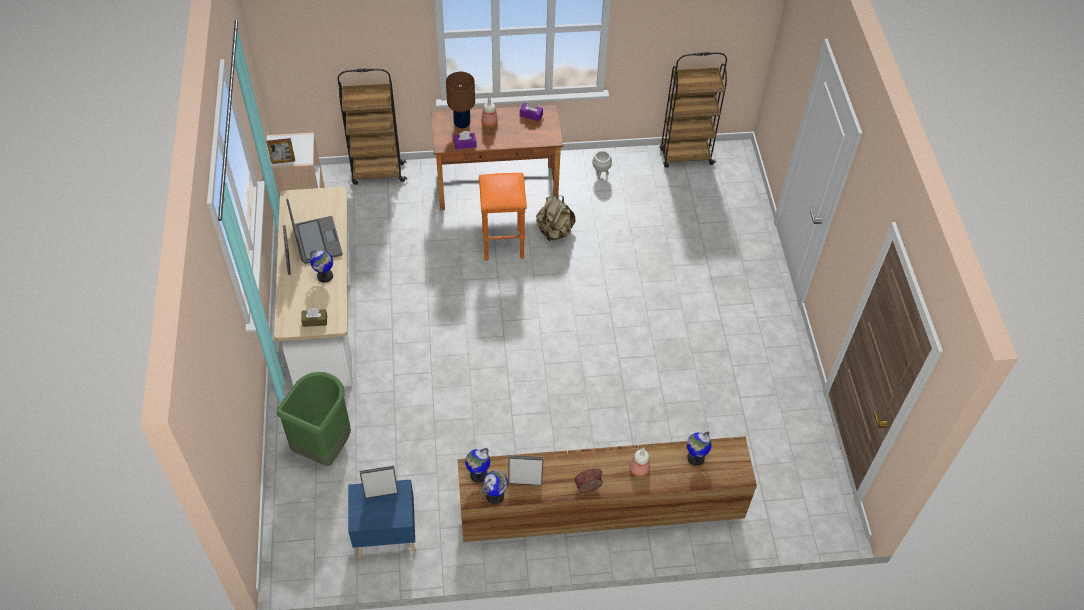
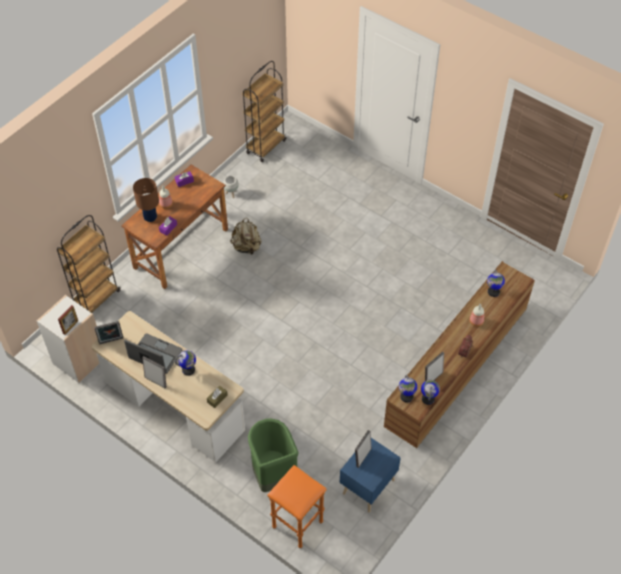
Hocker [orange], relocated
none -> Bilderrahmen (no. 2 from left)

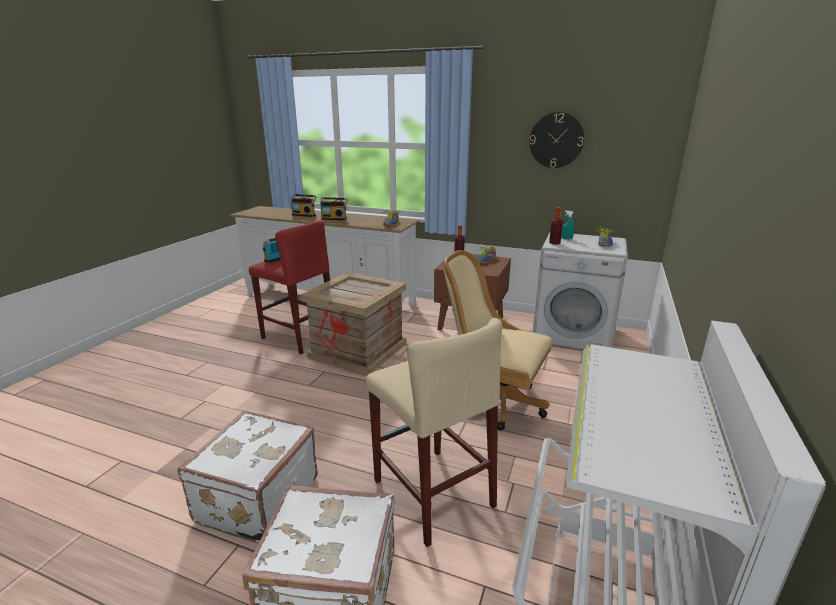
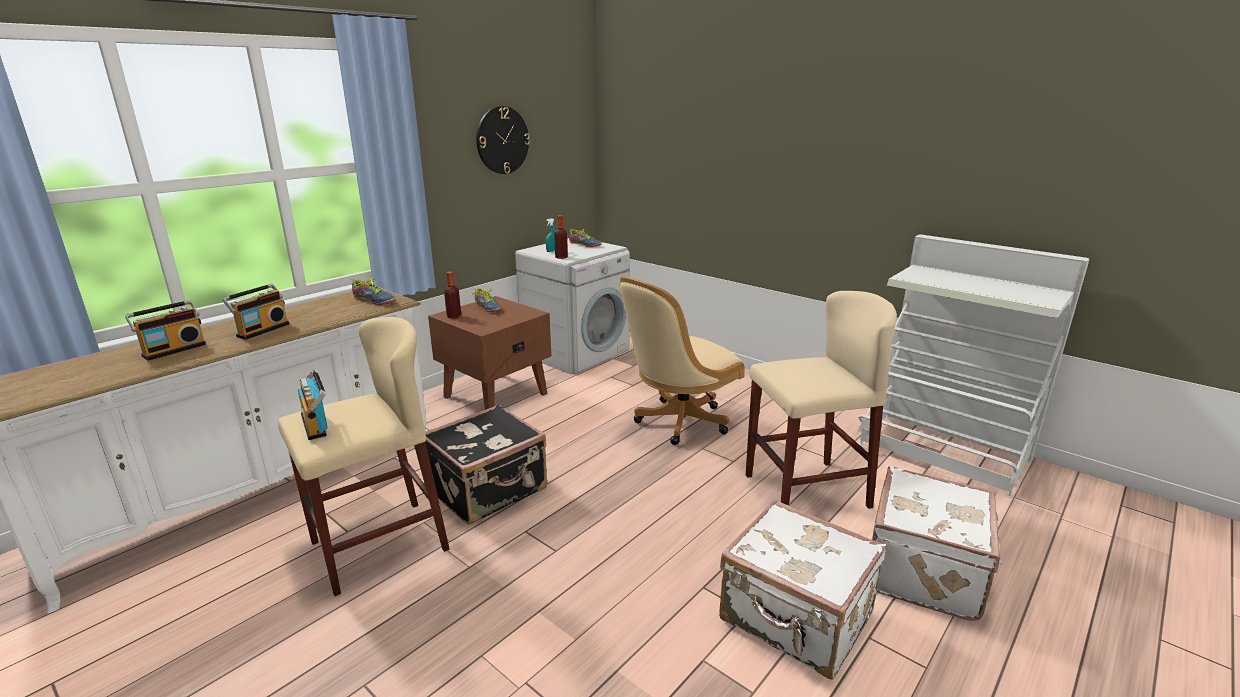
Hocker [rot] -> Hocker [beige] (no. 1 from left)
Kiste -> Koffer [schwarz]

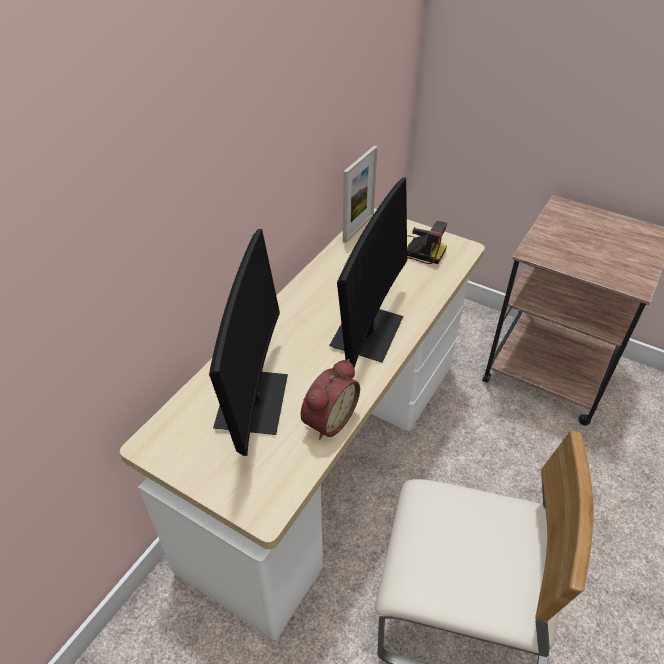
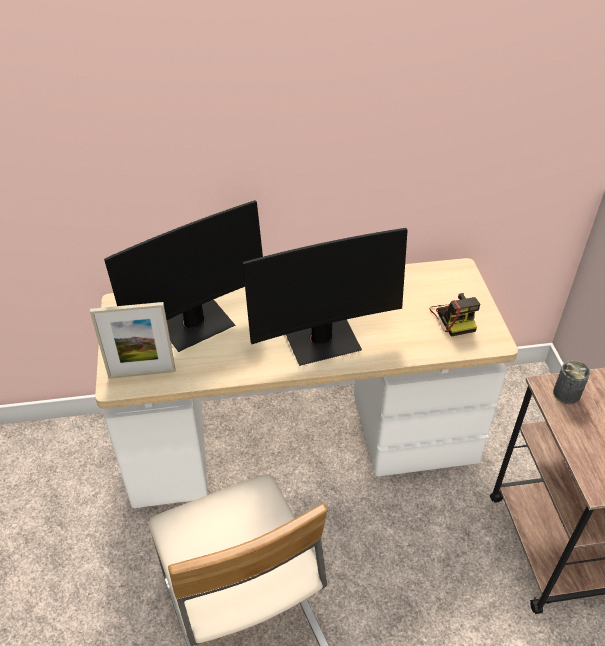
Wecker -> none
Bilderrahmen, relocated
none -> Dose

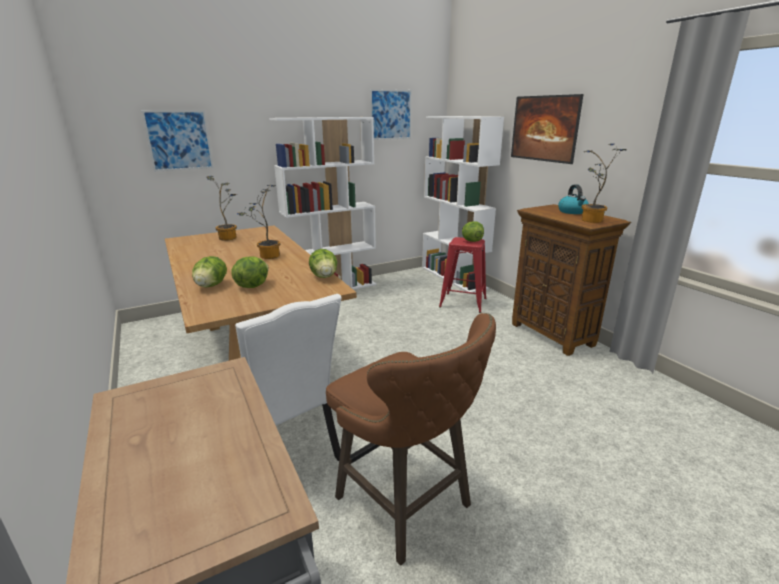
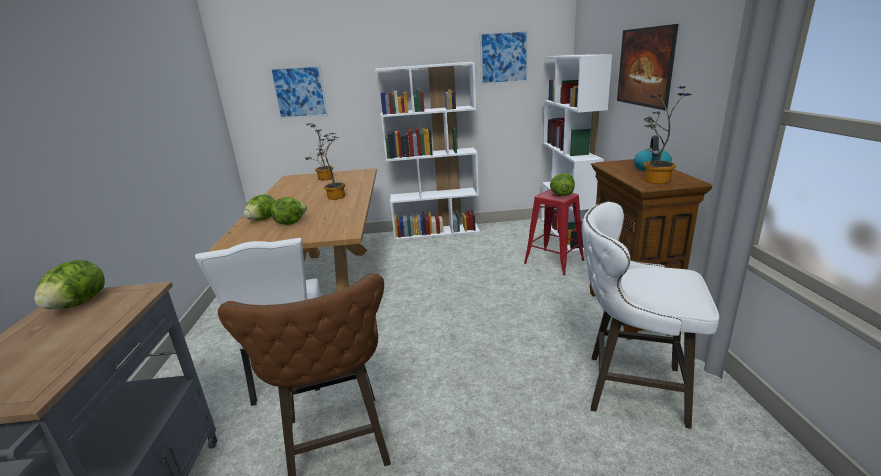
Salatkopf (no. 3 from left in the first image) -> Salatkopf (no. 1 from left), relocated
none -> Hocker [weiß]

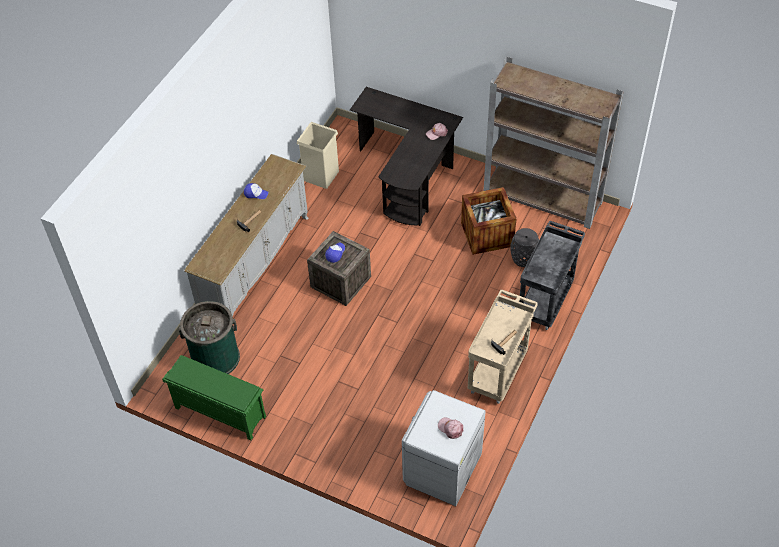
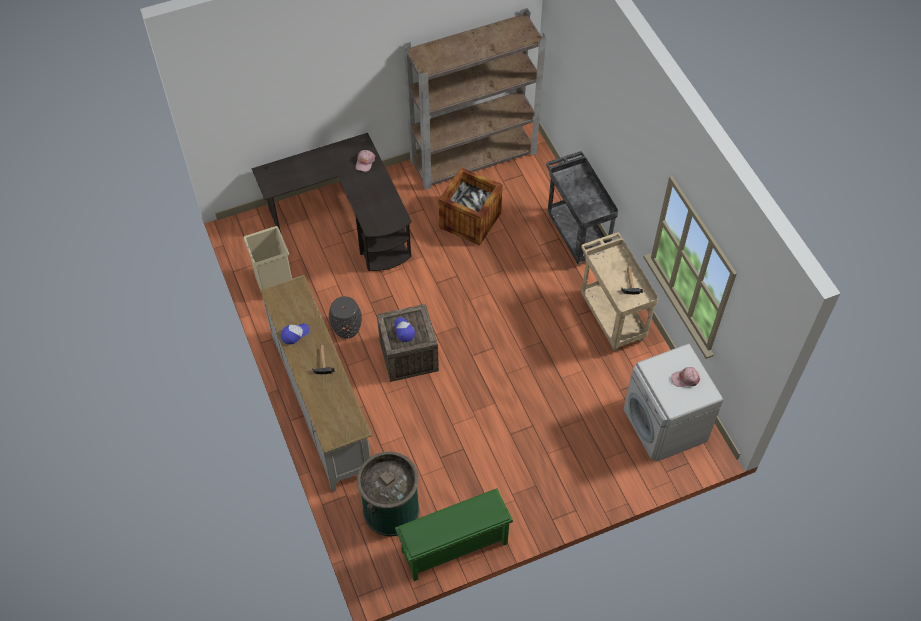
Hocker [grau], relocated

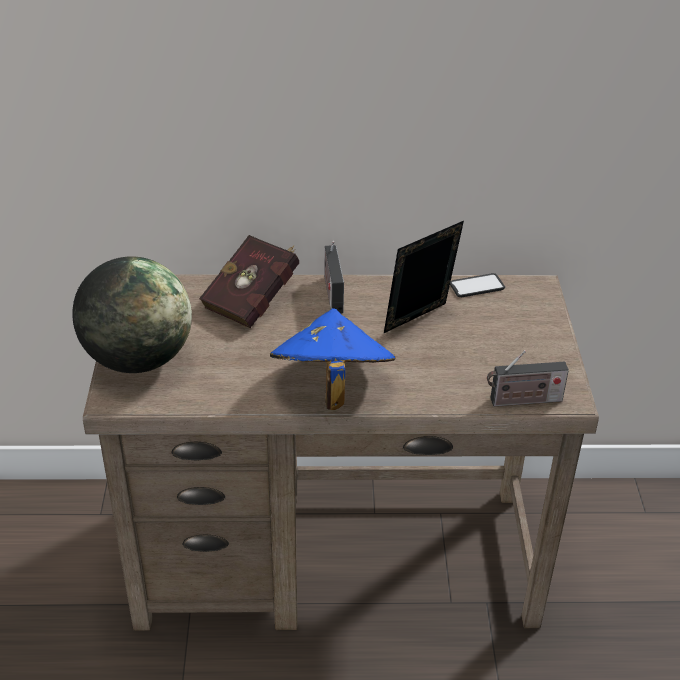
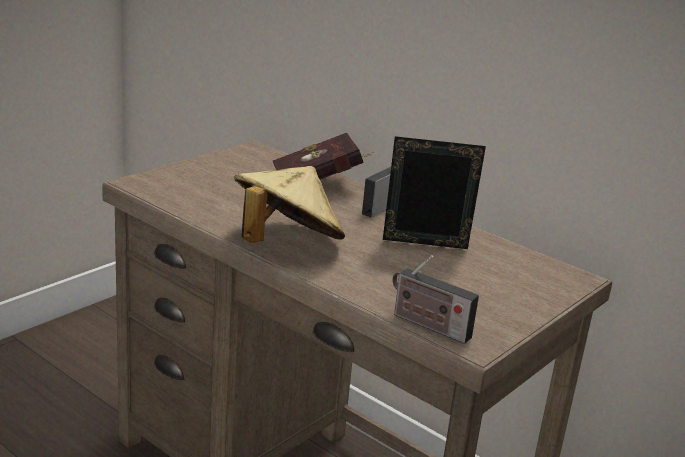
Globus -> none
Hut [blau] -> Hut [beige]
Handy -> none

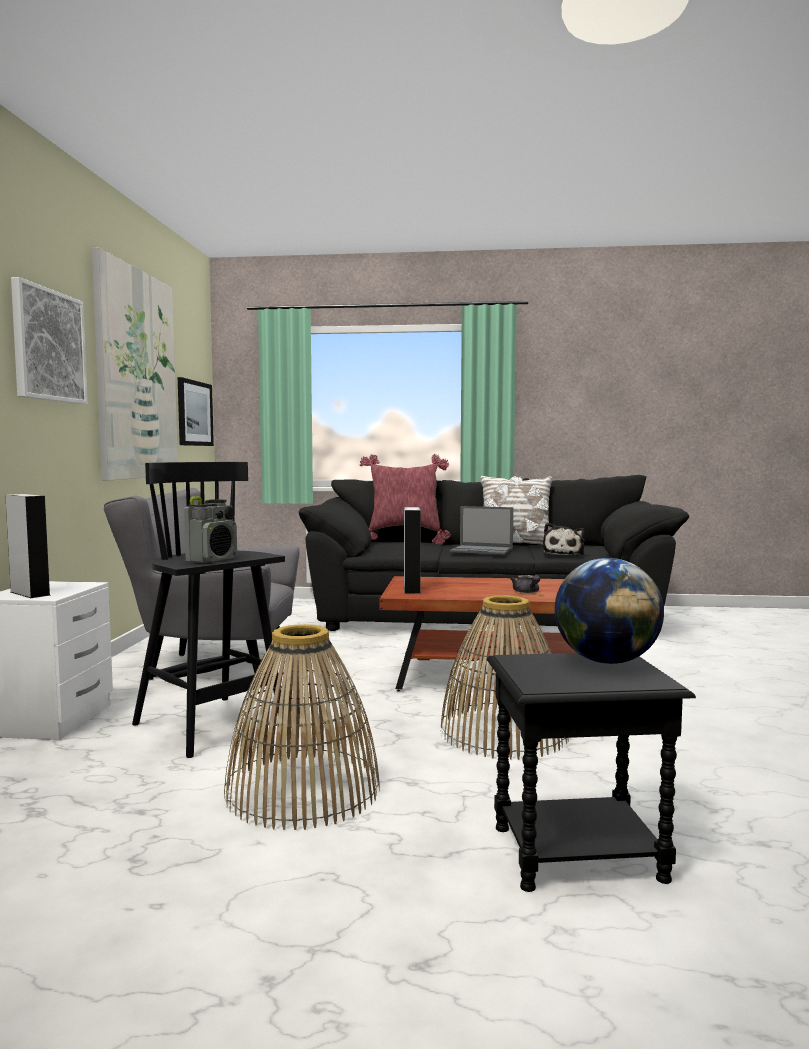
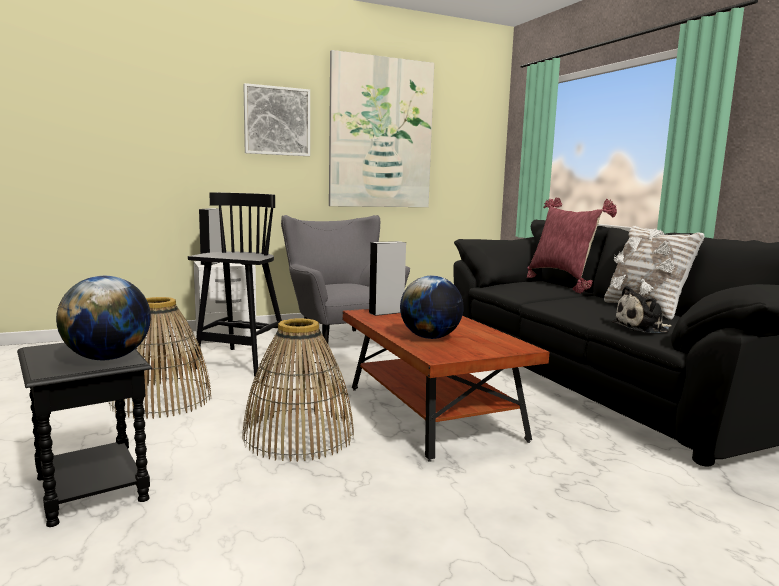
Bild (no. 3 from left) -> none
Radio -> none
Laptop -> none
Teekanne [grau] -> Globus (no. 2 from left)

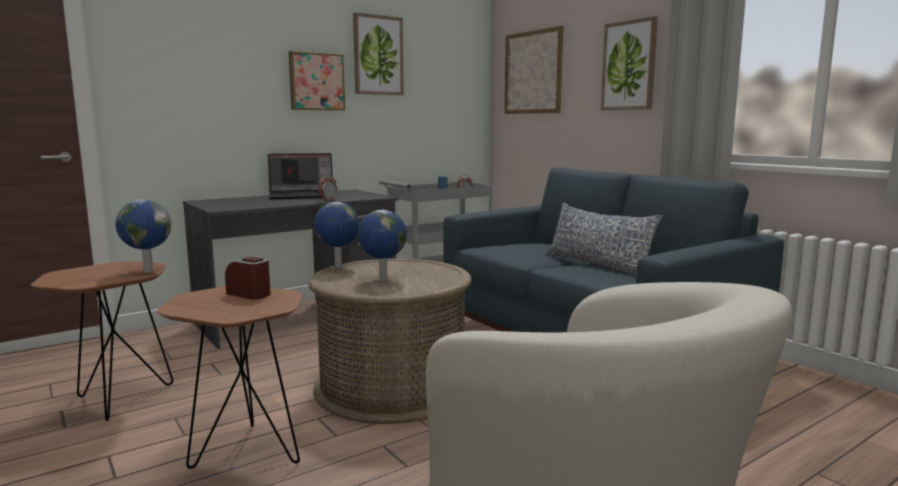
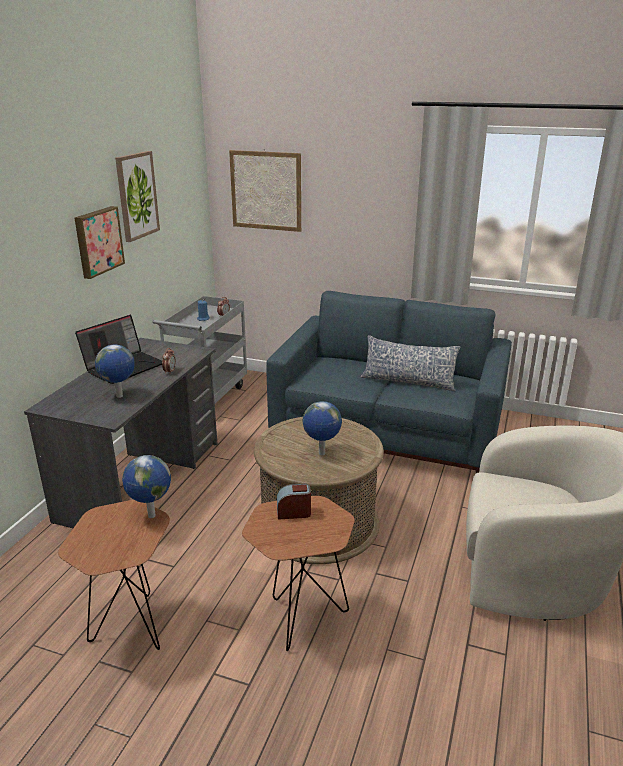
Globus (no. 2 from left in the first image) -> Globus (no. 1 from left), relocated
Bild (no. 4 from left) -> none

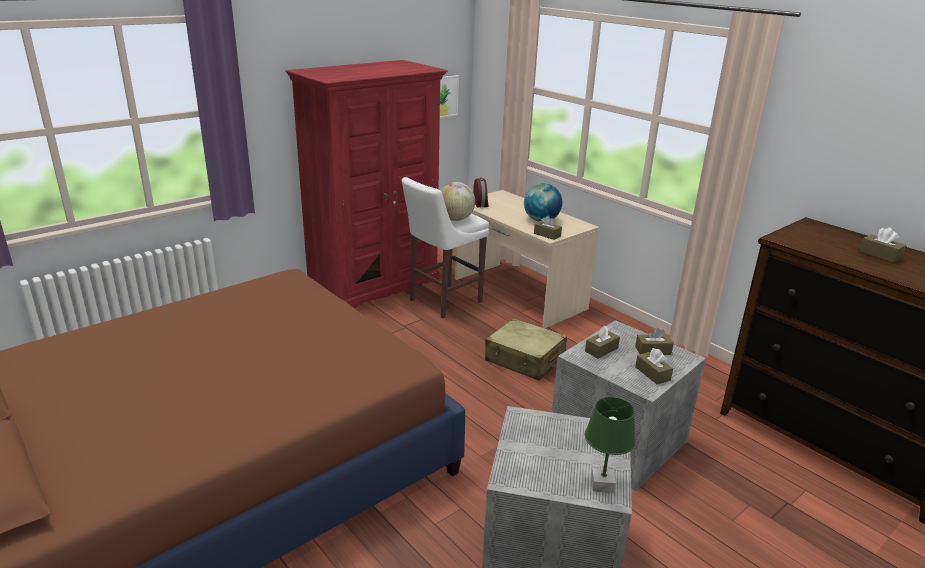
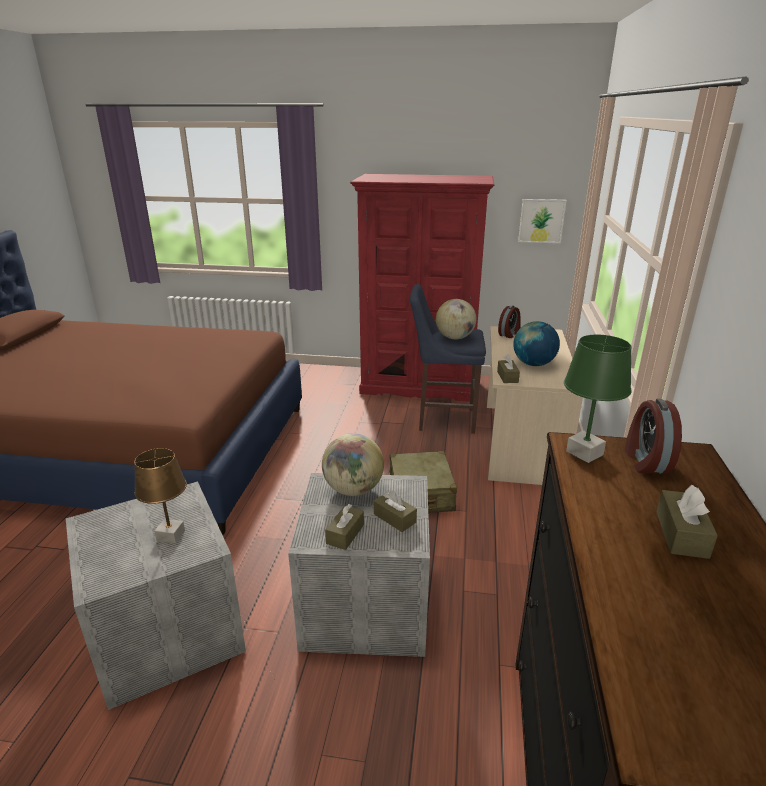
Hocker [weiß] -> Hocker [blau]
Taschentuchbox [braun] (no. 2 from left) -> Globus (no. 1 from left)
Tischlampe [grün], relocated
none -> Tischlampe [braun]
none -> Wecker (no. 2 from left)

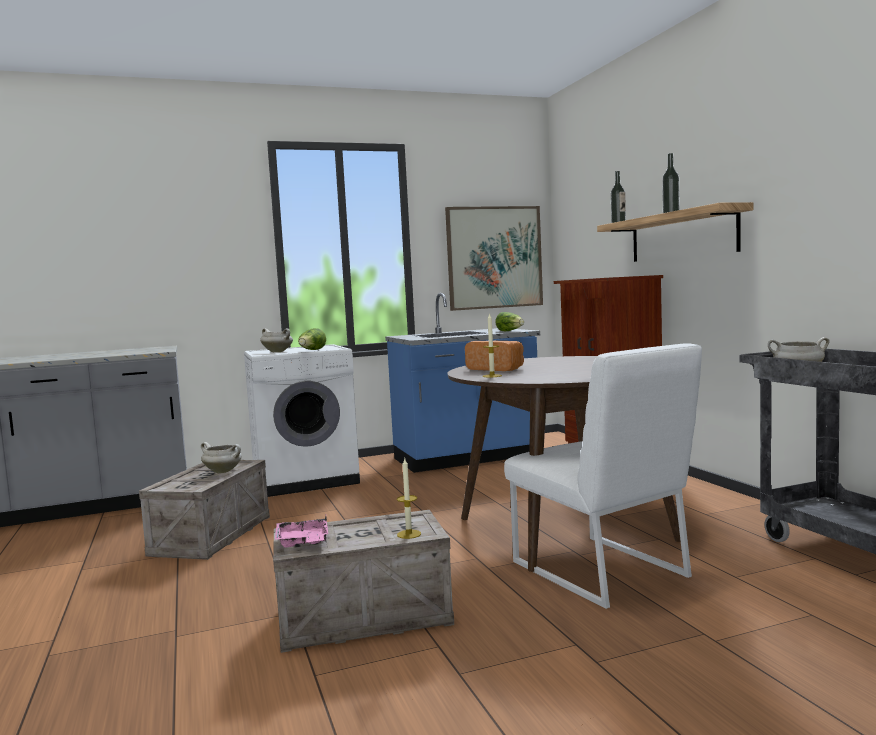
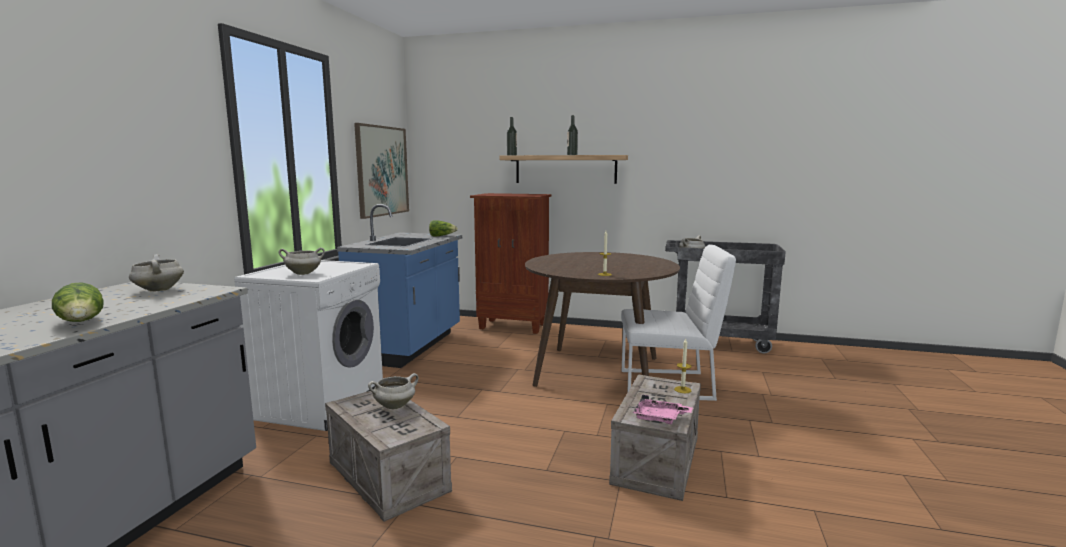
Salatkopf (no. 1 from left), relocated
Brot -> none
none -> Kochtopf [weiß] (no. 1 from left)

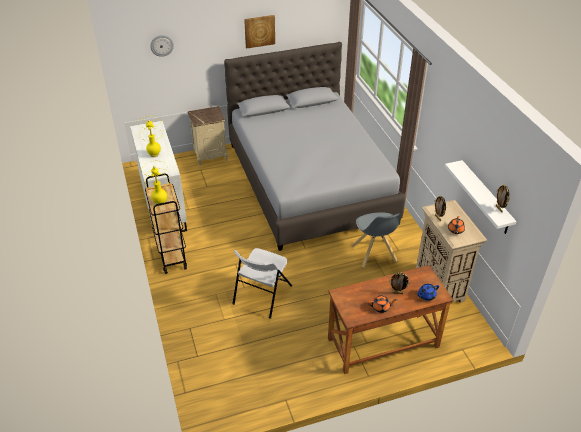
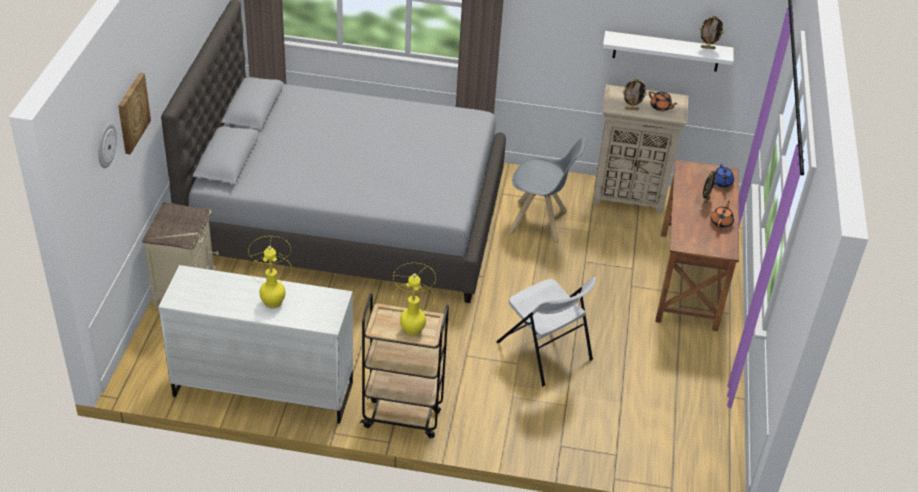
Bild, relocated

